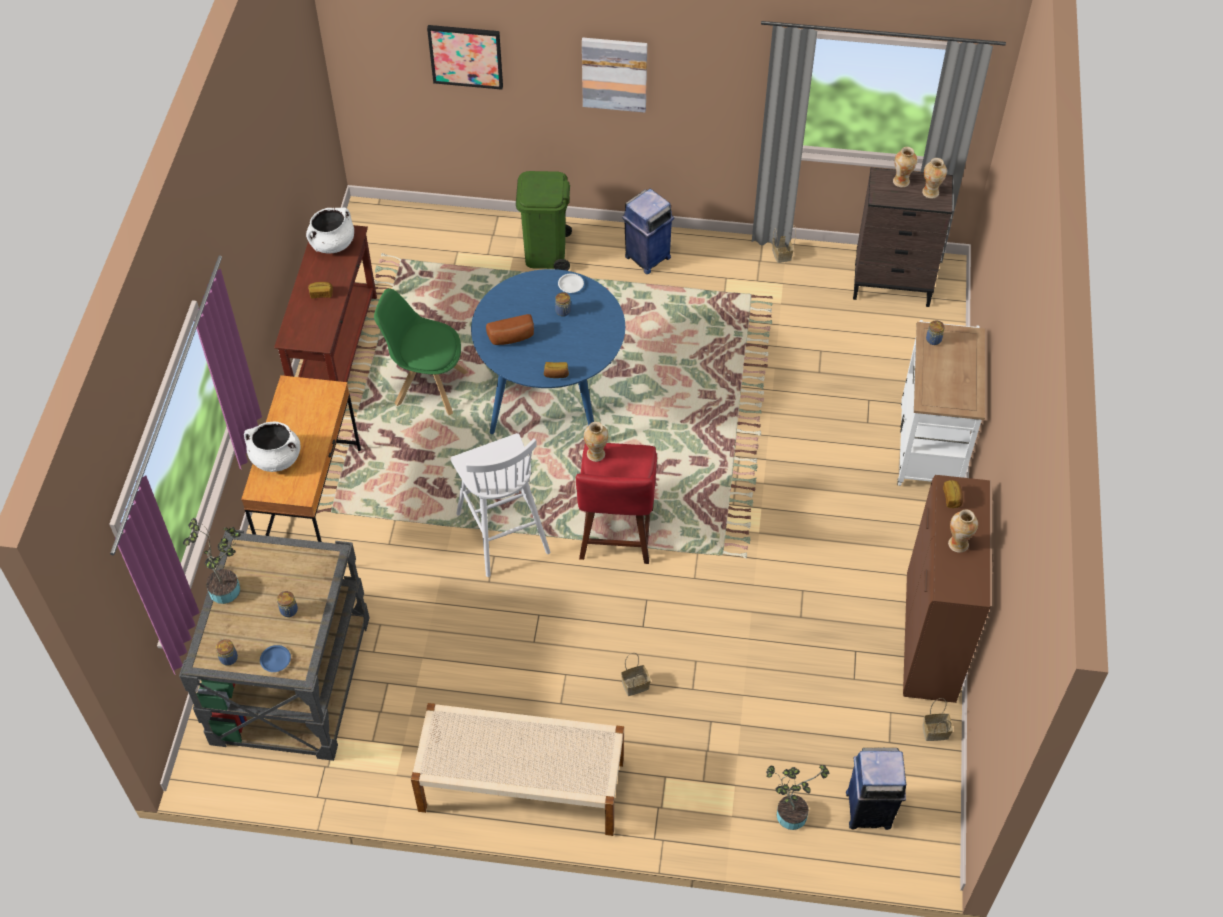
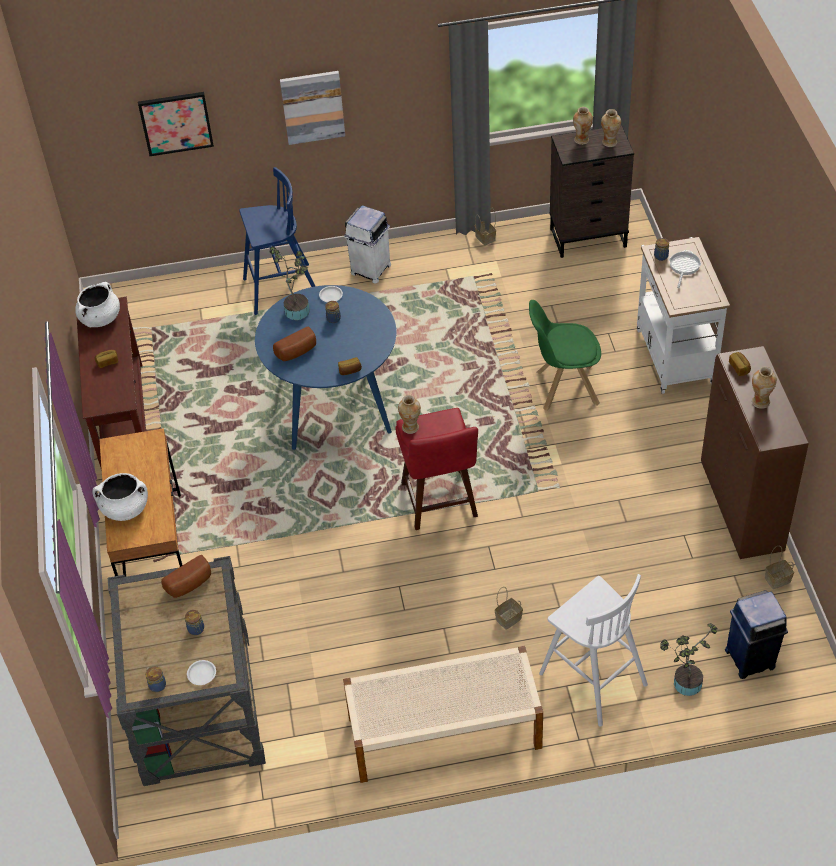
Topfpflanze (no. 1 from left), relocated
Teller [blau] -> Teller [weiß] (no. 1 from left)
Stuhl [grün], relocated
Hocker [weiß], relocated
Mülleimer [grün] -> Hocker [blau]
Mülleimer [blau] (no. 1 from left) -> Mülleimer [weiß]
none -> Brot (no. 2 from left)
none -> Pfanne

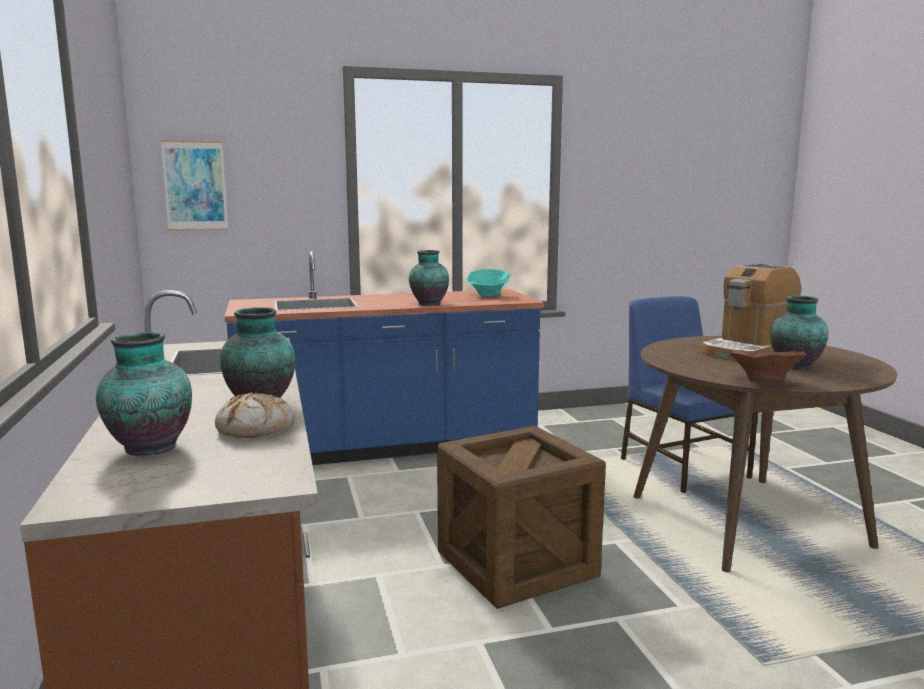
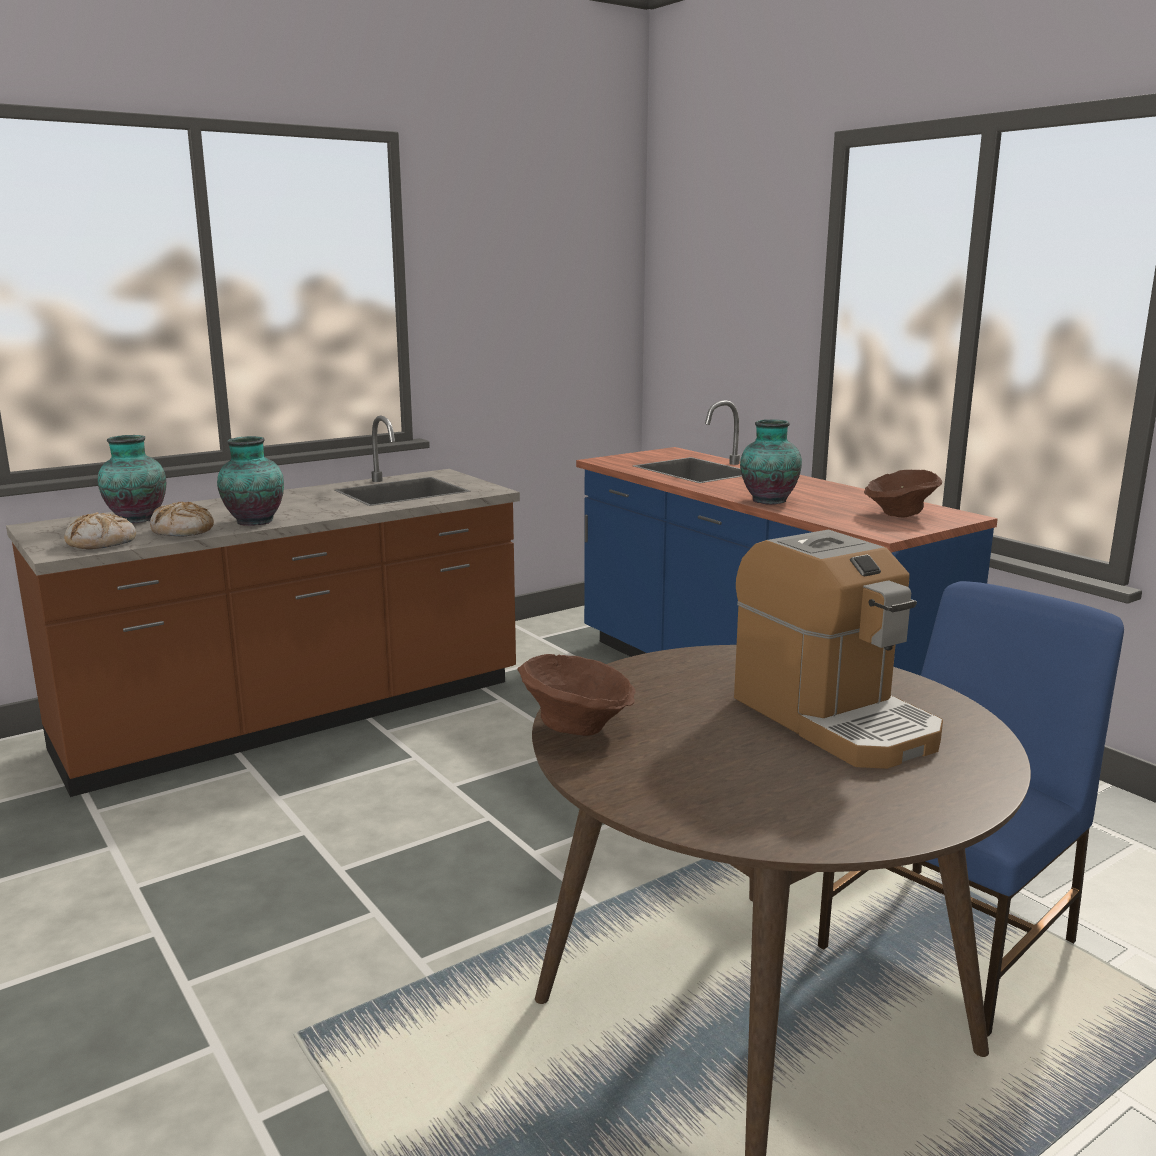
Bild -> none
Kiste -> none
Schüssel [türkis] -> Schüssel [braun] (no. 2 from left)
Kaffeemaschine, 150 degrees counterclockwise
Vase (no. 4 from left) -> none
none -> Brot (no. 1 from left)

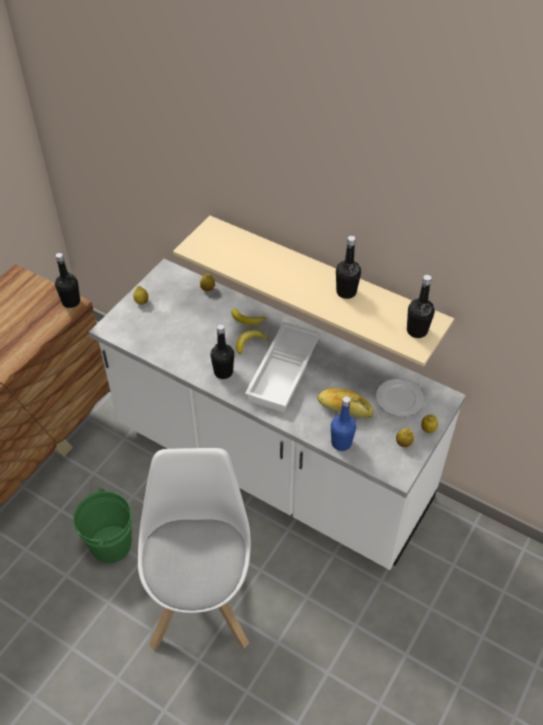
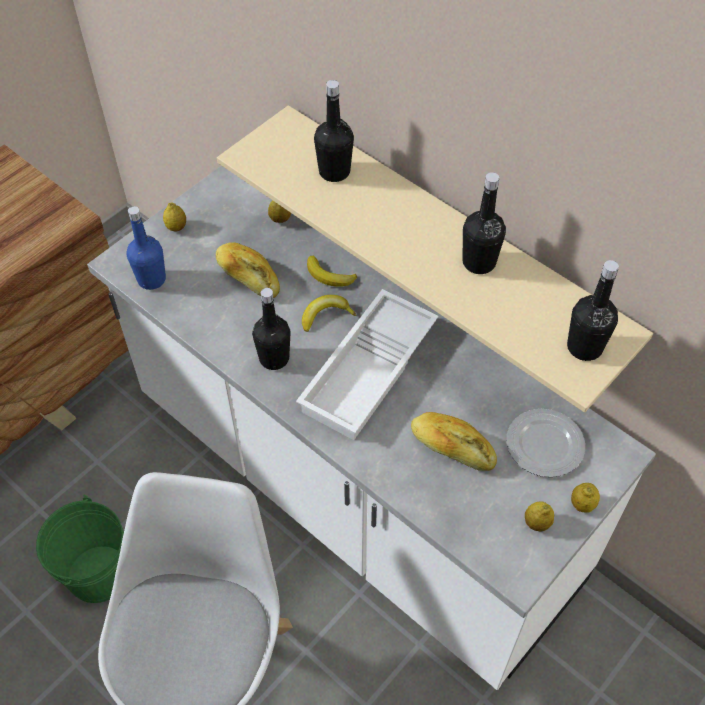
Flasche [schwarz] (no. 1 from left in the first image) -> Flasche [schwarz] (no. 2 from left), relocated
Flasche [blau], relocated
none -> Brot (no. 1 from left)

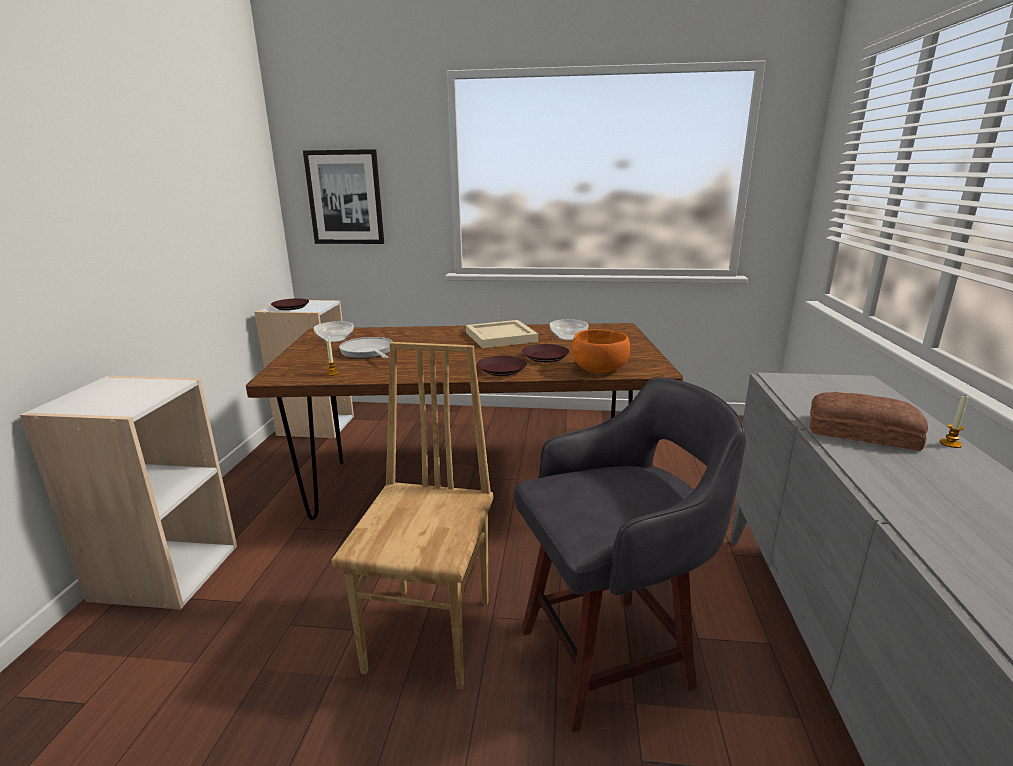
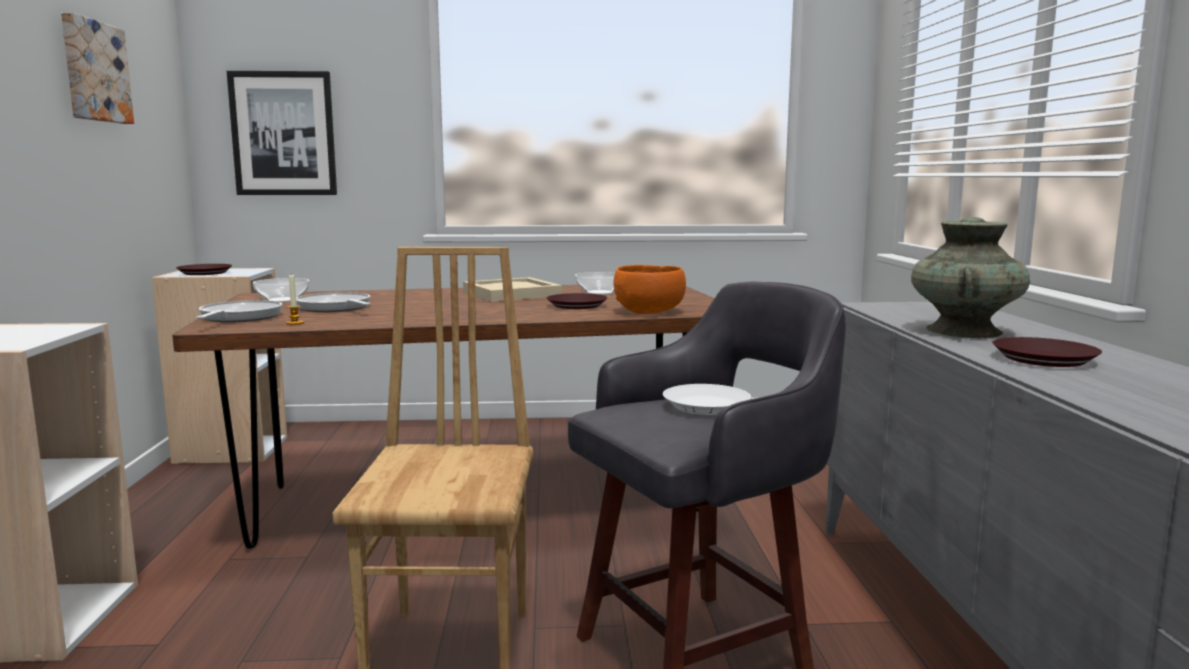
Teller [braun] (no. 2 from left in the first image) -> Teller [braun] (no. 3 from left), relocated
Brot -> Vase [türkis]
Kerze (no. 2 from left) -> none
none -> Bild (no. 1 from left)
none -> Pfanne (no. 1 from left)
none -> Teller [weiß]

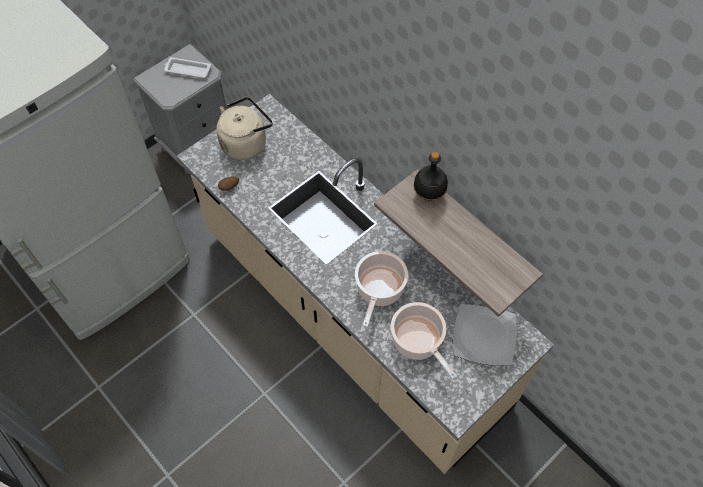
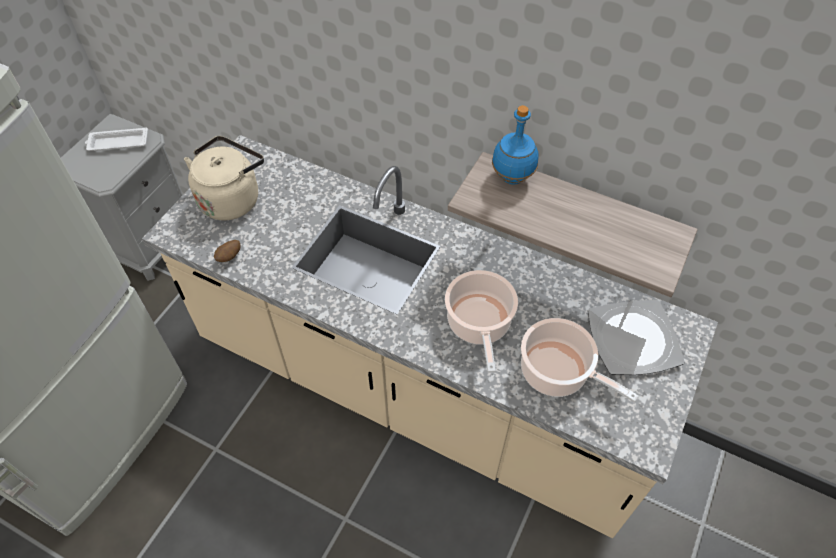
Flasche [schwarz] -> Flasche [blau]

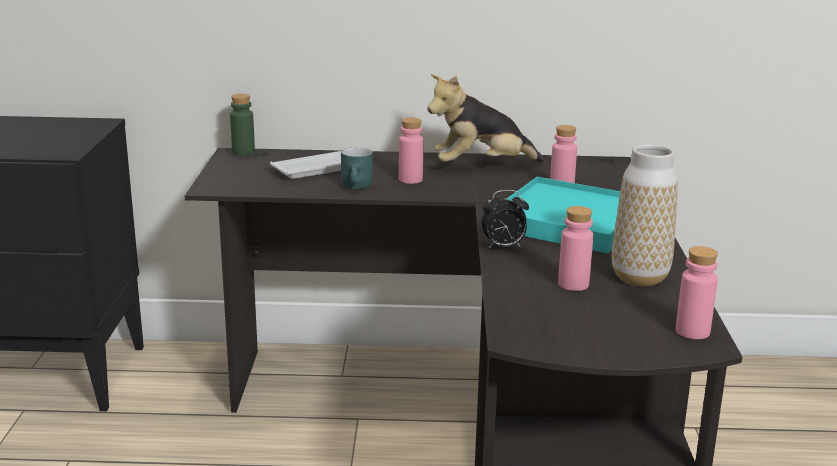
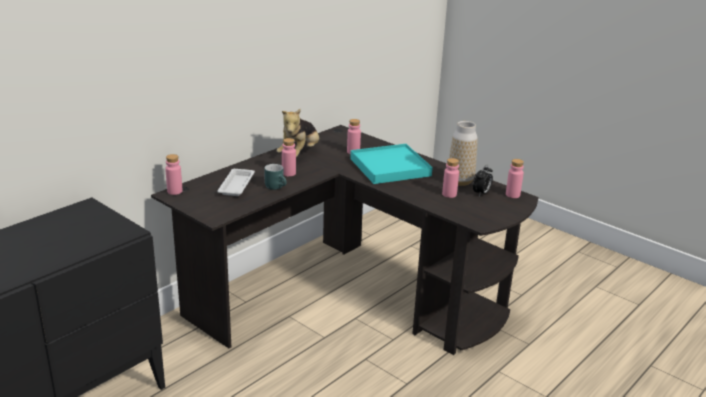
Flasche [grün] -> Flasche [rosa] (no. 1 from left)
Wecker, relocated

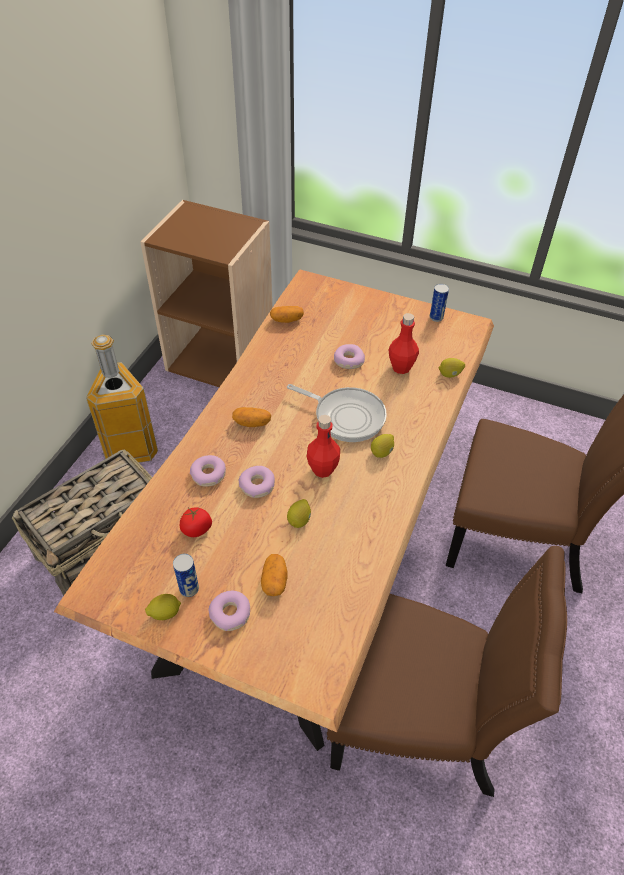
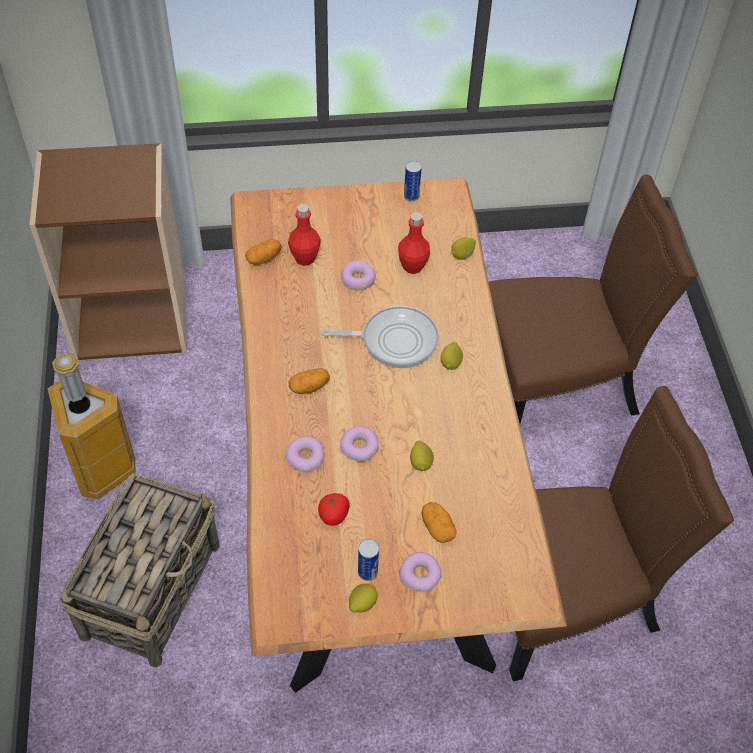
Flasche [rot] (no. 1 from left), relocated

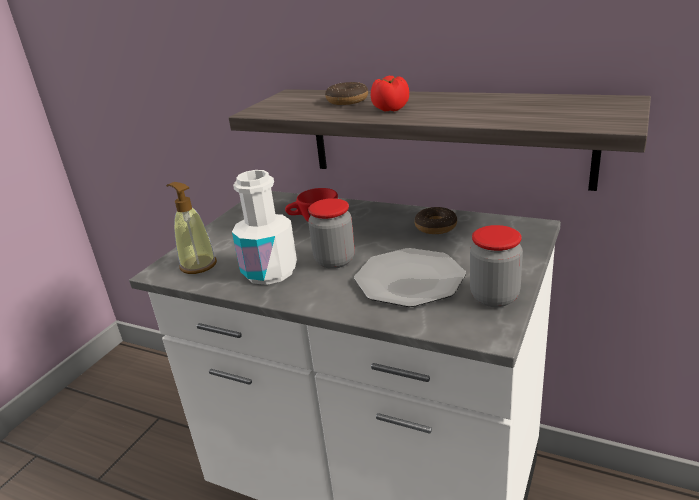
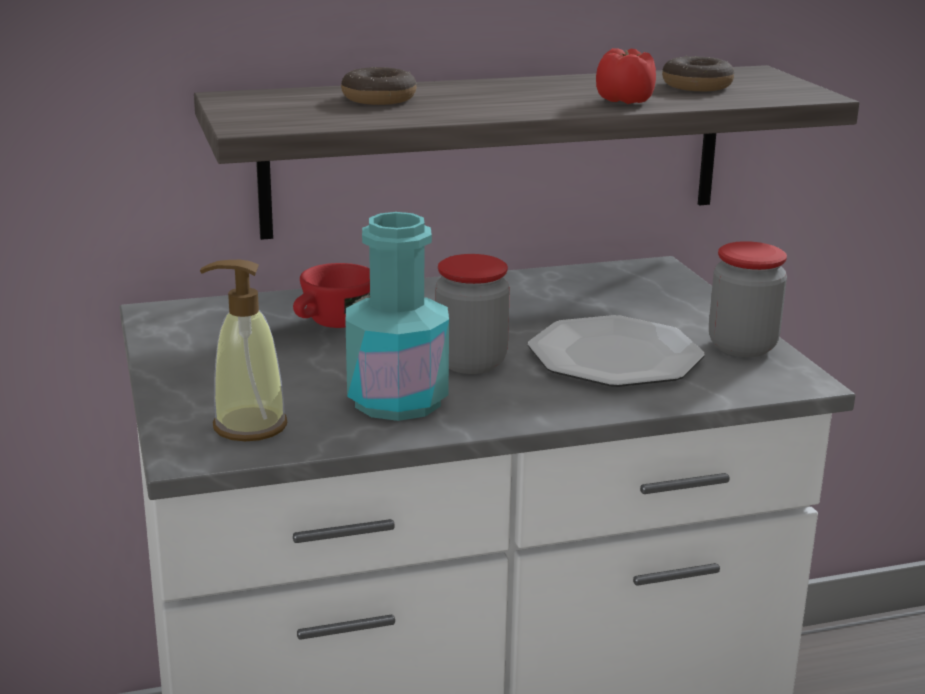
Flasche [weiß] -> Flasche [türkis]
Tomate, relocated
Donut (no. 2 from left), relocated

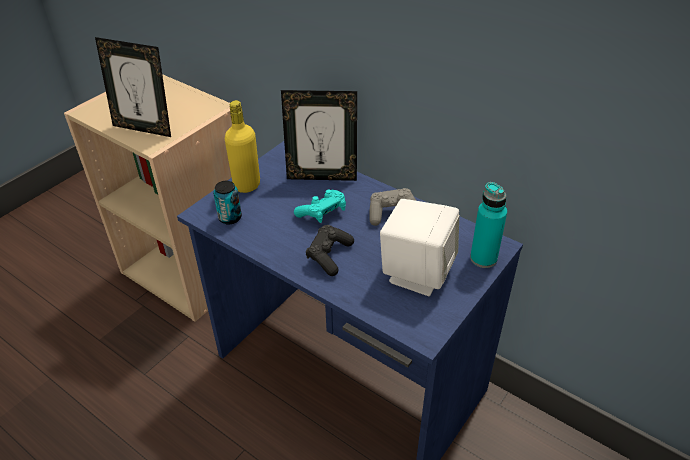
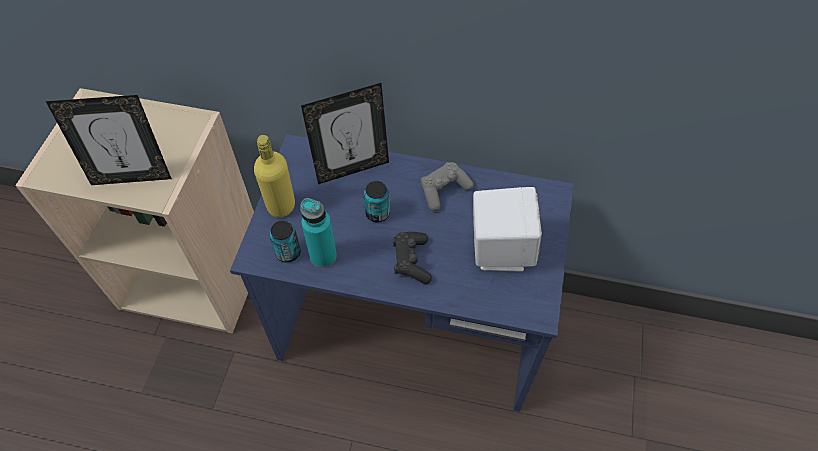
Gamepad [türkis] -> Dose (no. 2 from left)
Flasche [türkis], relocated

